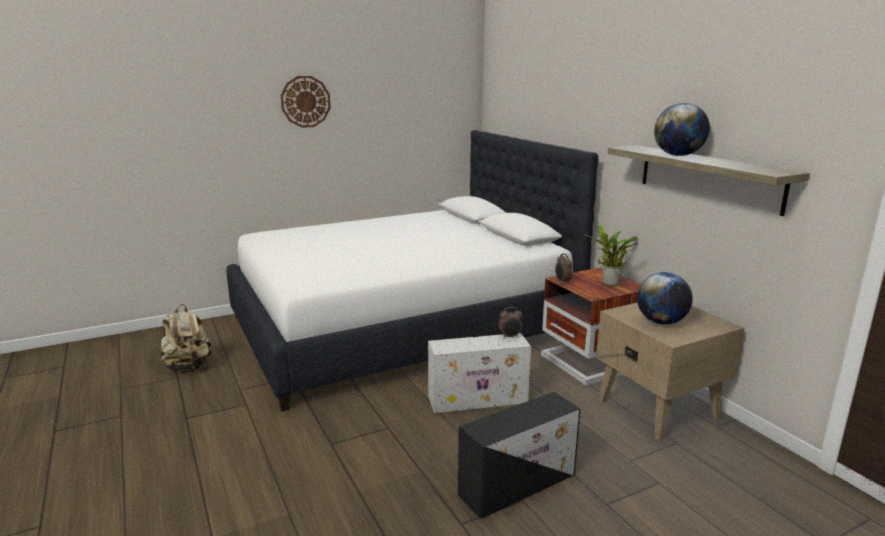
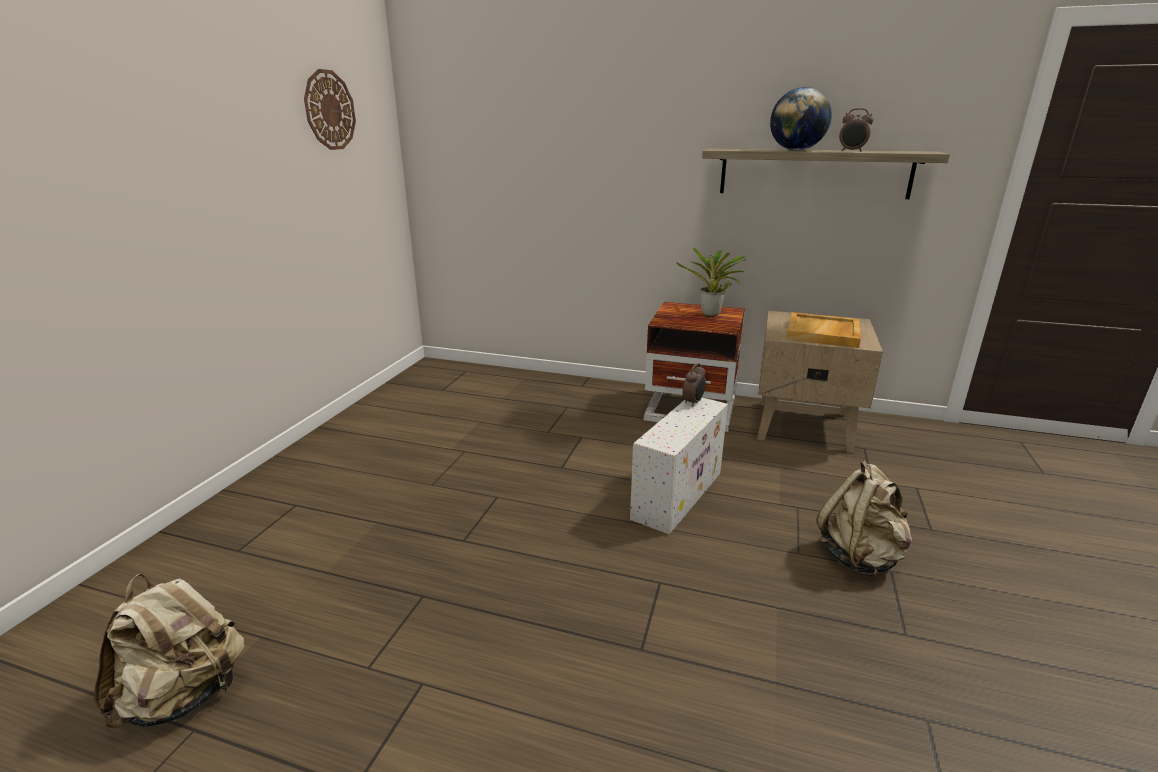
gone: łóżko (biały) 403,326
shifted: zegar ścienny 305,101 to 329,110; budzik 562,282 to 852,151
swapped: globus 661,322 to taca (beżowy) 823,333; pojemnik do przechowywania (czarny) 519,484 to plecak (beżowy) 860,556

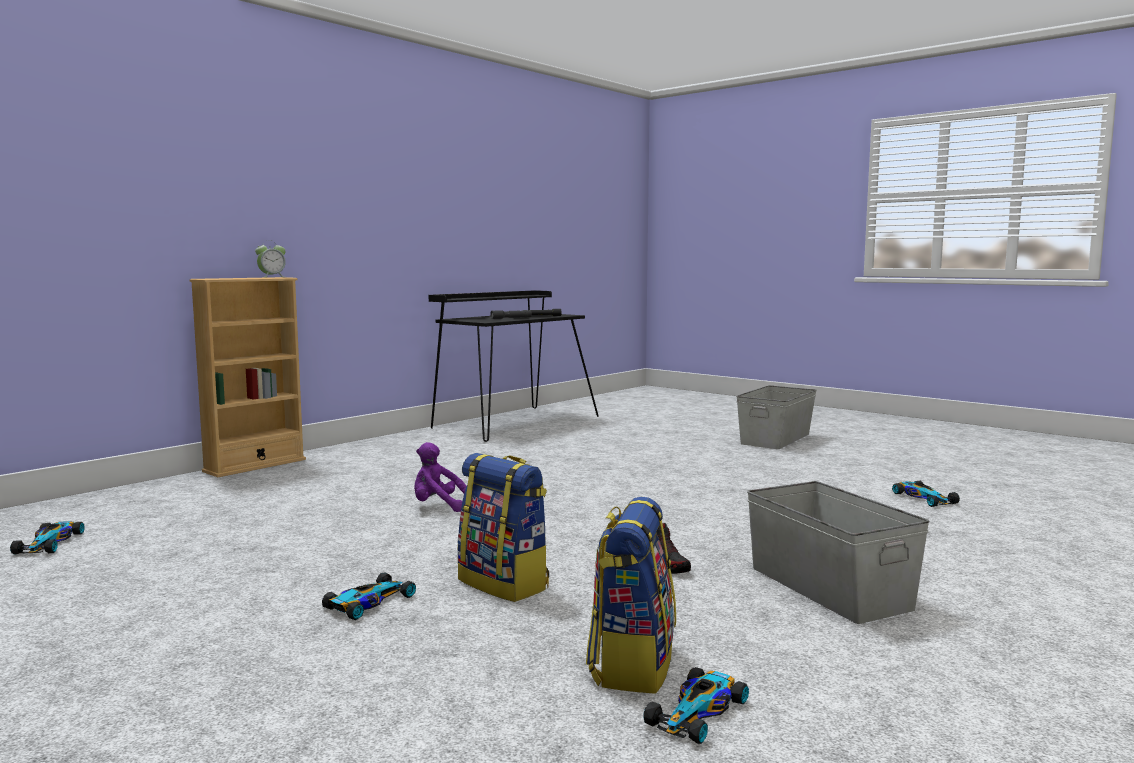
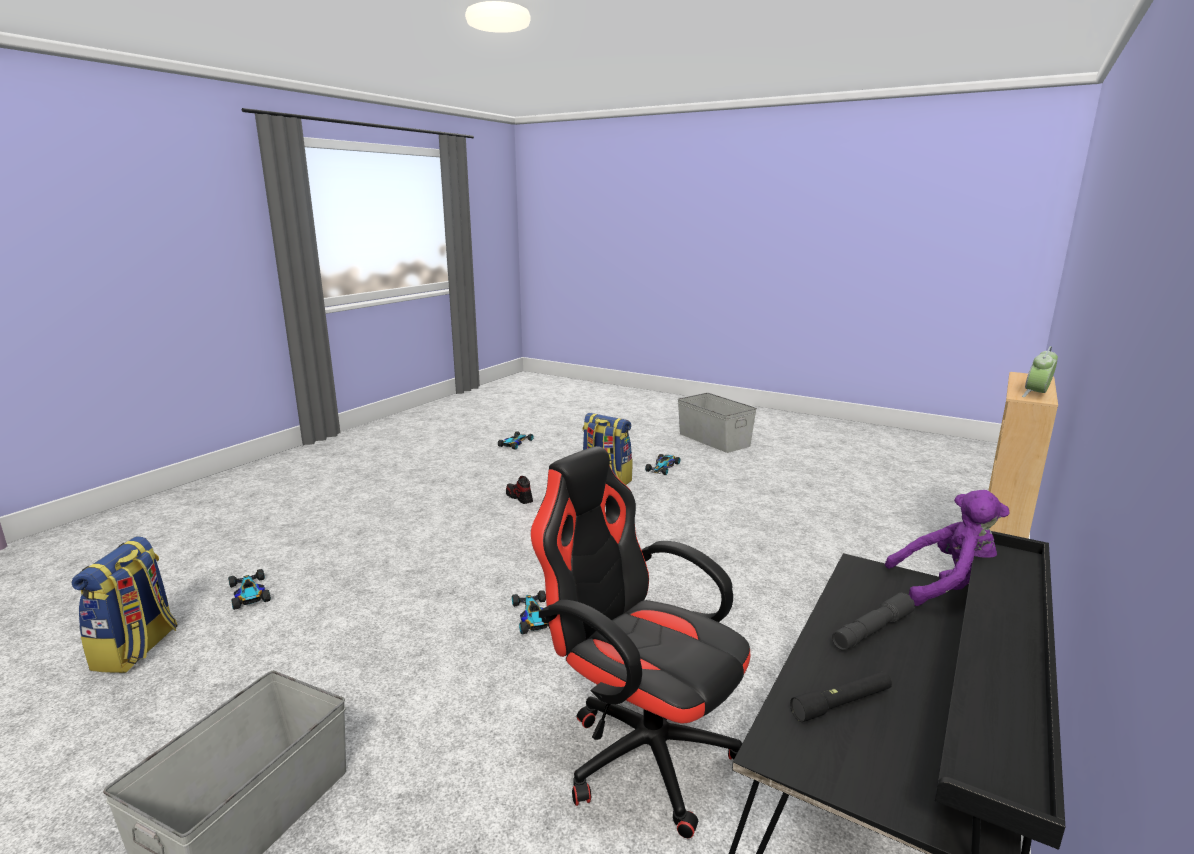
new: krzesło biurowe (czarny) 639,750
shifted: plecak 631,664 to 137,650; samochodzik 50,543 to 533,617; pojemnik do przechowywania (szary) 828,588 to 714,439; pluszak (fioletowy) 439,506 to 946,587

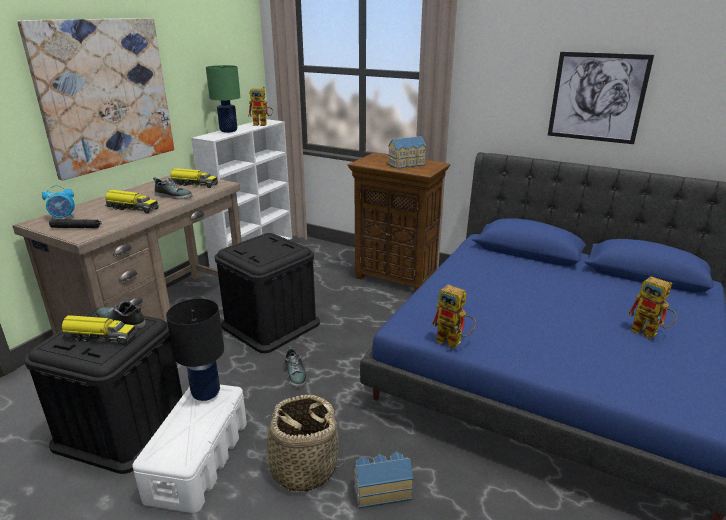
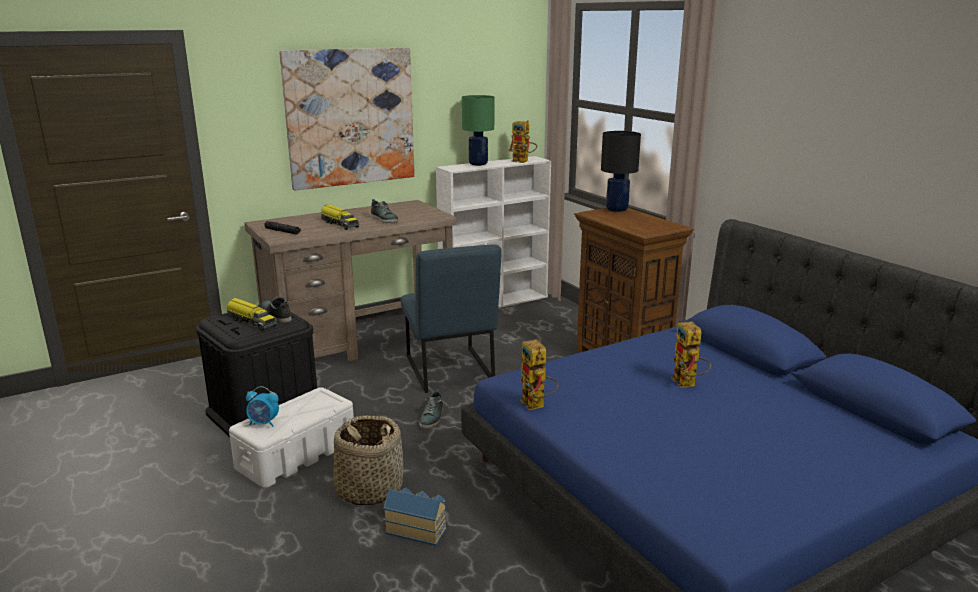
gone: ciężarówka zabawkowa 194,184; domek 407,164; obraz 597,97
shifted: budzik 63,218 to 264,423; lampa stołowa (czarny) 205,394 to 616,210; robot zabawkowy 649,333 to 688,384
swapped: pojemnik do przechowywania (czarny) 270,324 to krzesło (niebieski) 449,370

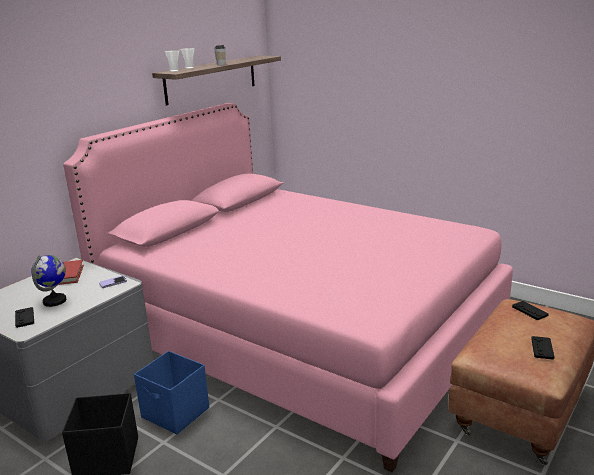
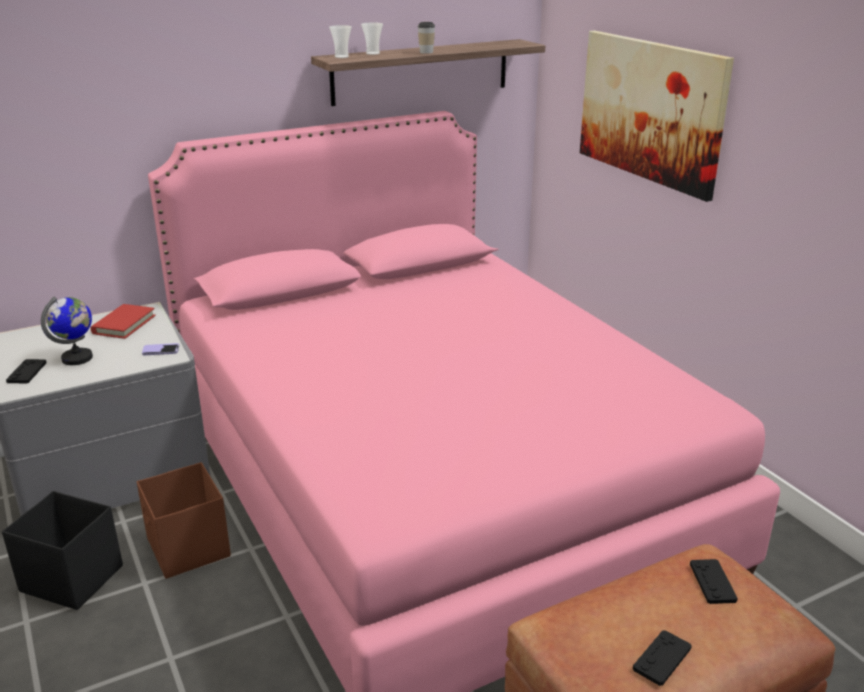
new: obraz 650,110
repainted: pojemnik do przechowywania (niebieski) 176,413 to pojemnik do przechowywania (brązowy) 188,549

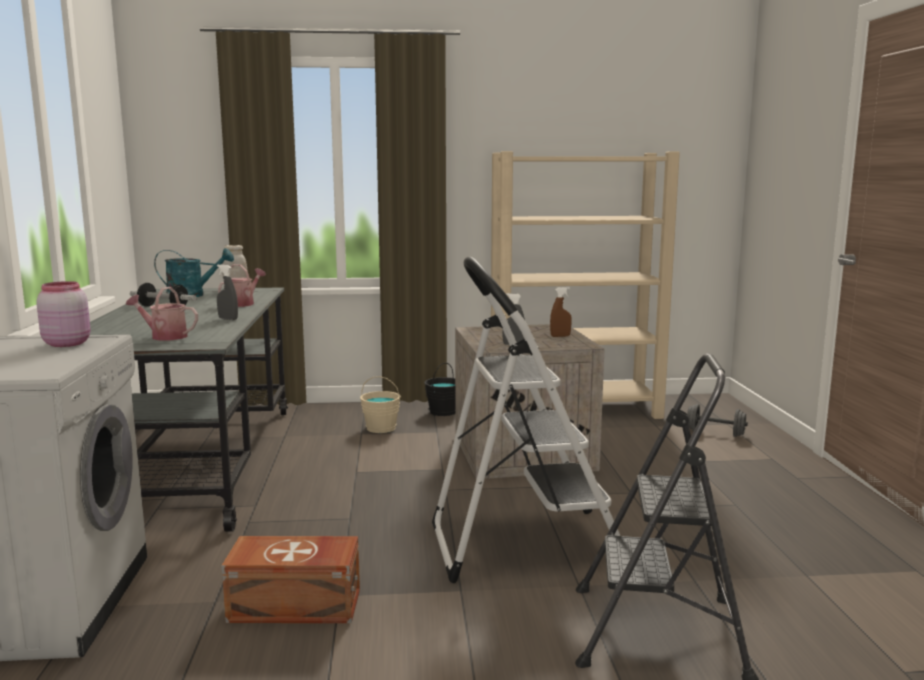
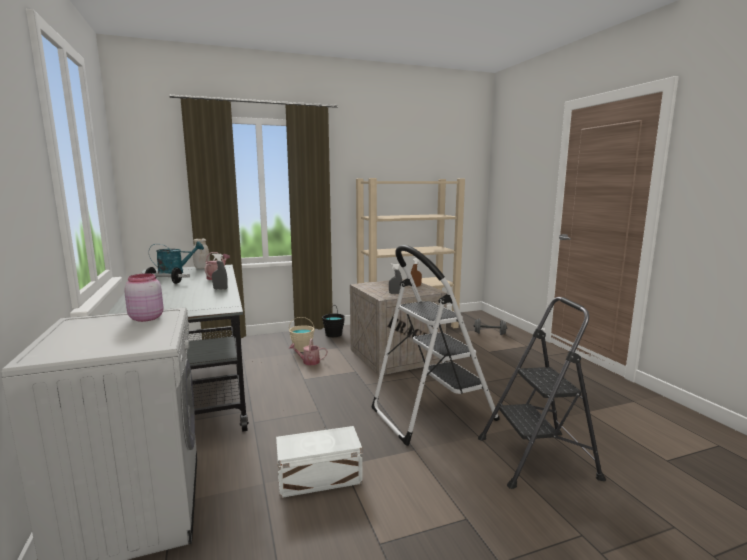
shifted: konewka 165,336 to 308,362
repainted: pojemnik do przechowywania (brązowy) 296,606 to pojemnik do przechowywania (biały) 320,478

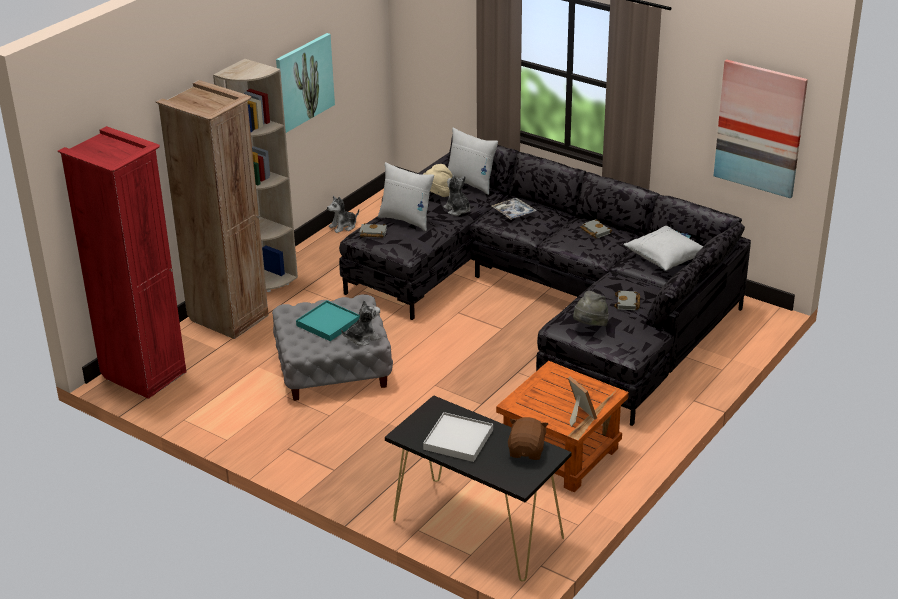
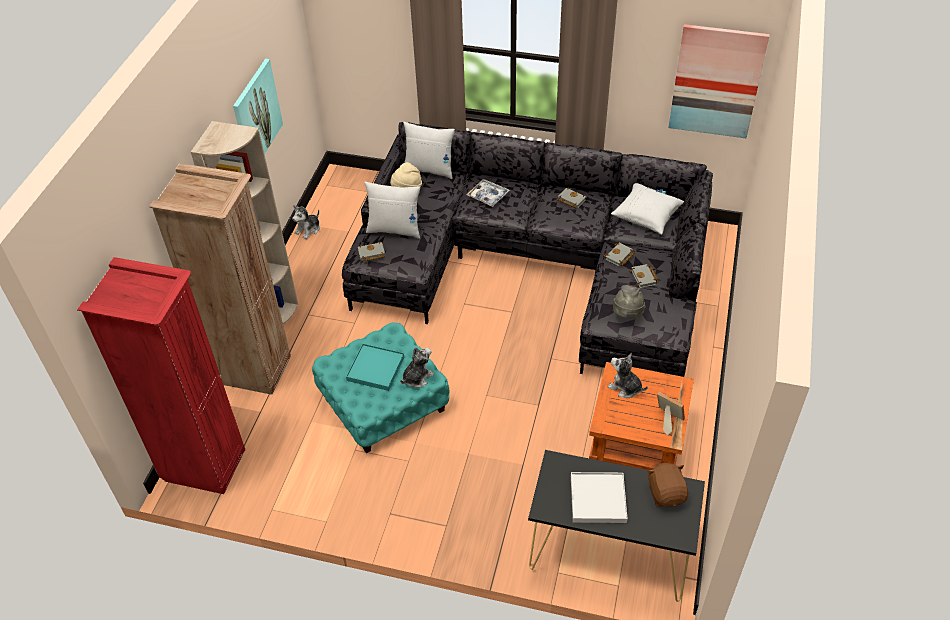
new: książka (szary) 619,257
shifted: pluszak 457,210 to 625,387
repainted: pufa (szary) 333,367 to pufa (turkusowy) 383,401

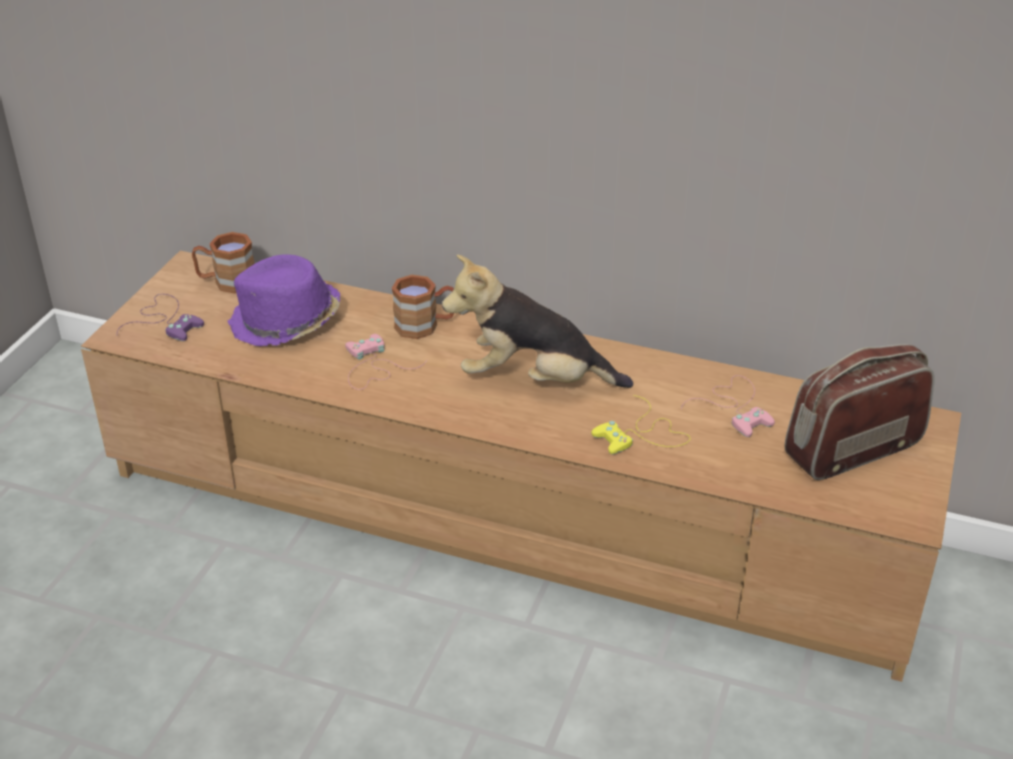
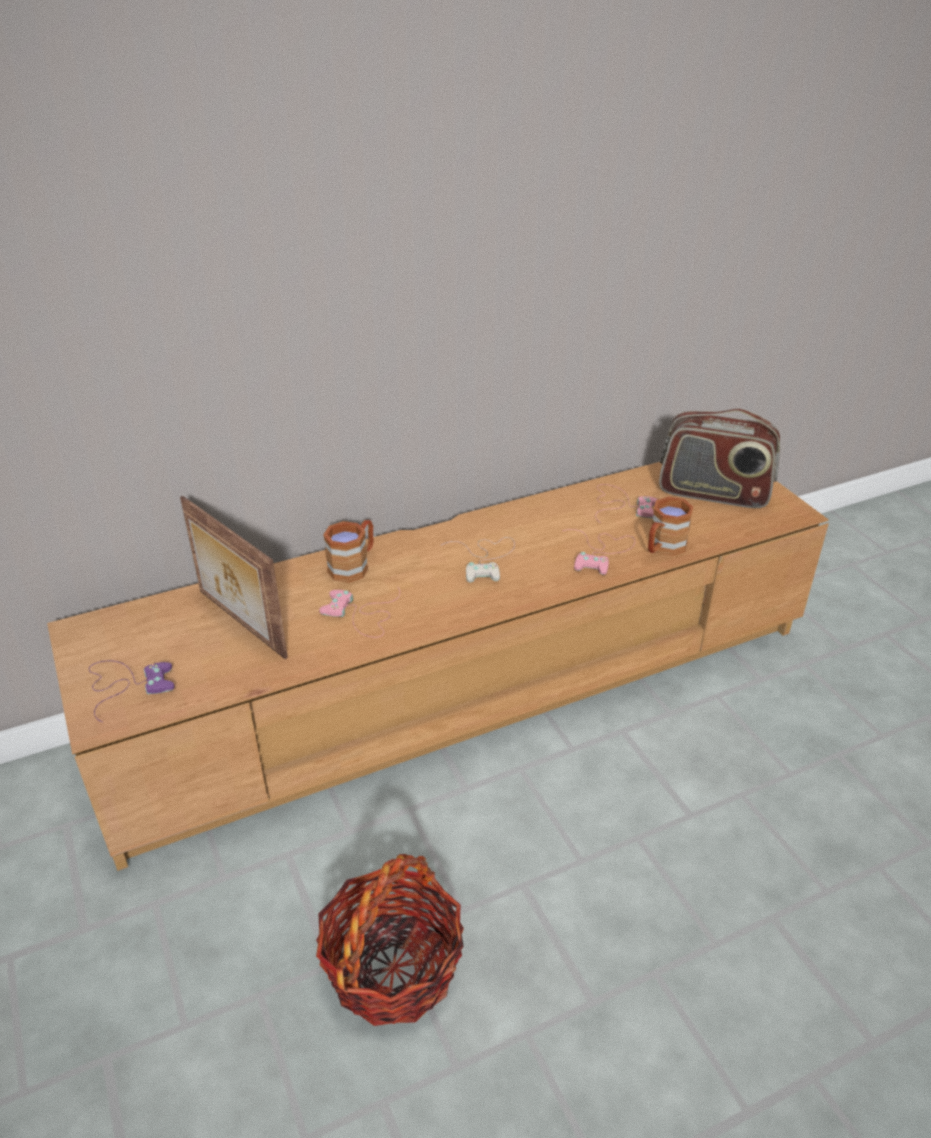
new: koszyk 393,966
shifted: kubek (brązowy) 226,282 to 663,548
swapped: kapelusz (fioletowy) 285,322 to ramka na zdjęcie 239,624; pluszak 533,380 to pad do gier (biały) 485,559
repainted: pad do gier (żółty) 642,434 to pad do gier (różowy) 601,552
rotated: radio 852,449 = 713,493 90 degrees counterclockwise

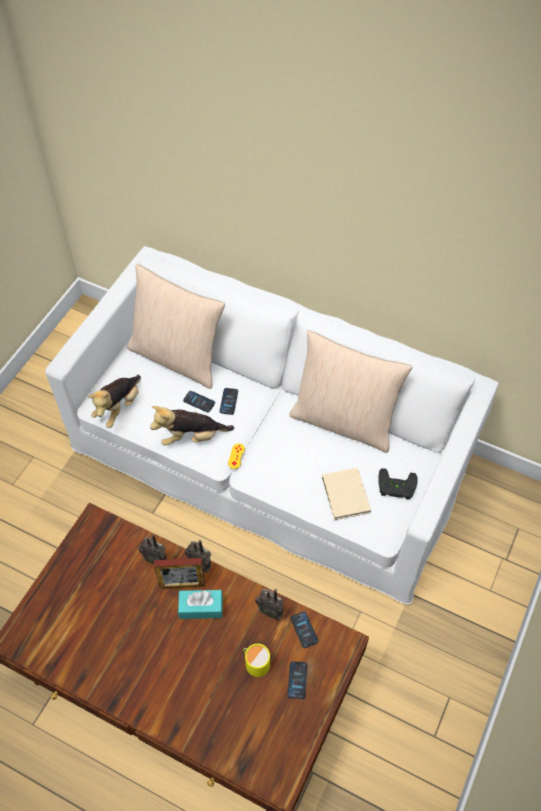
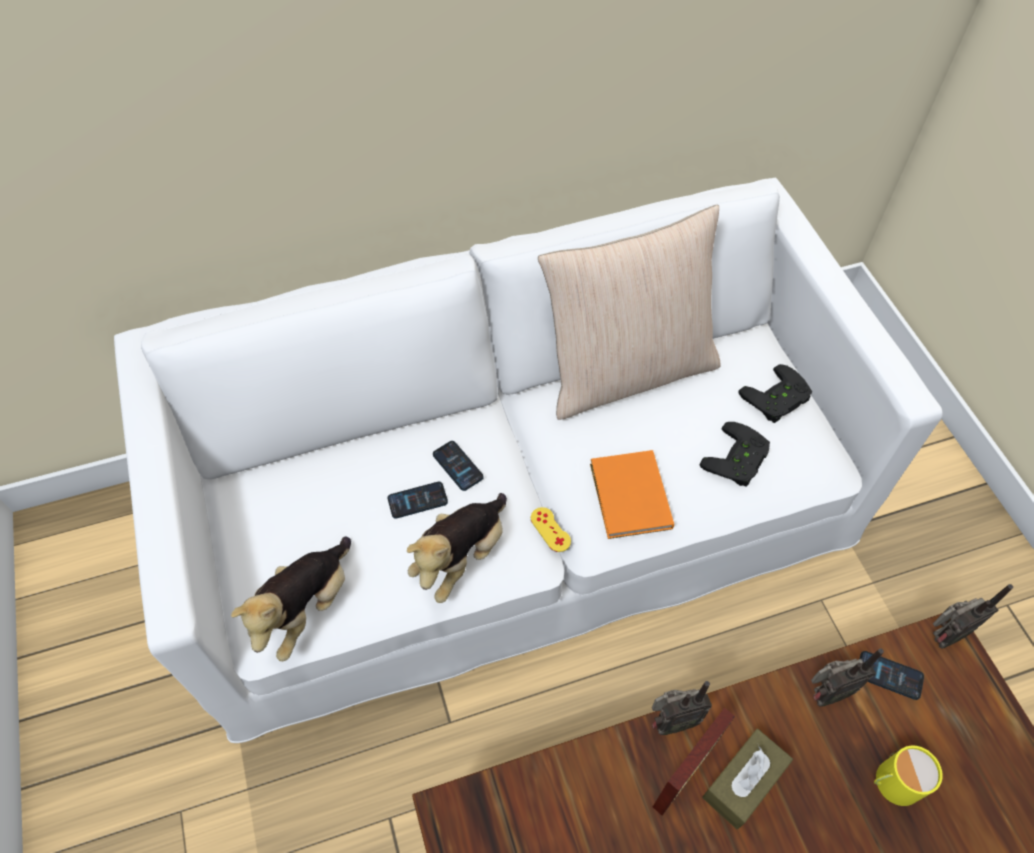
gone: poduszka (beżowy) 178,357; telefon 297,680
new: książka (pomarańczowy) 629,498
shifted: radio 156,559 to 942,635
swapped: książka (beżowy) 345,496 to pad do gier (czarny) 739,460
repainted: pudełko chusteczek (turkusowy) 201,607 to pudełko chusteczek (brązowy) 743,782
rotated: pluszak 119,407 = 306,608 45 degrees clockwise

